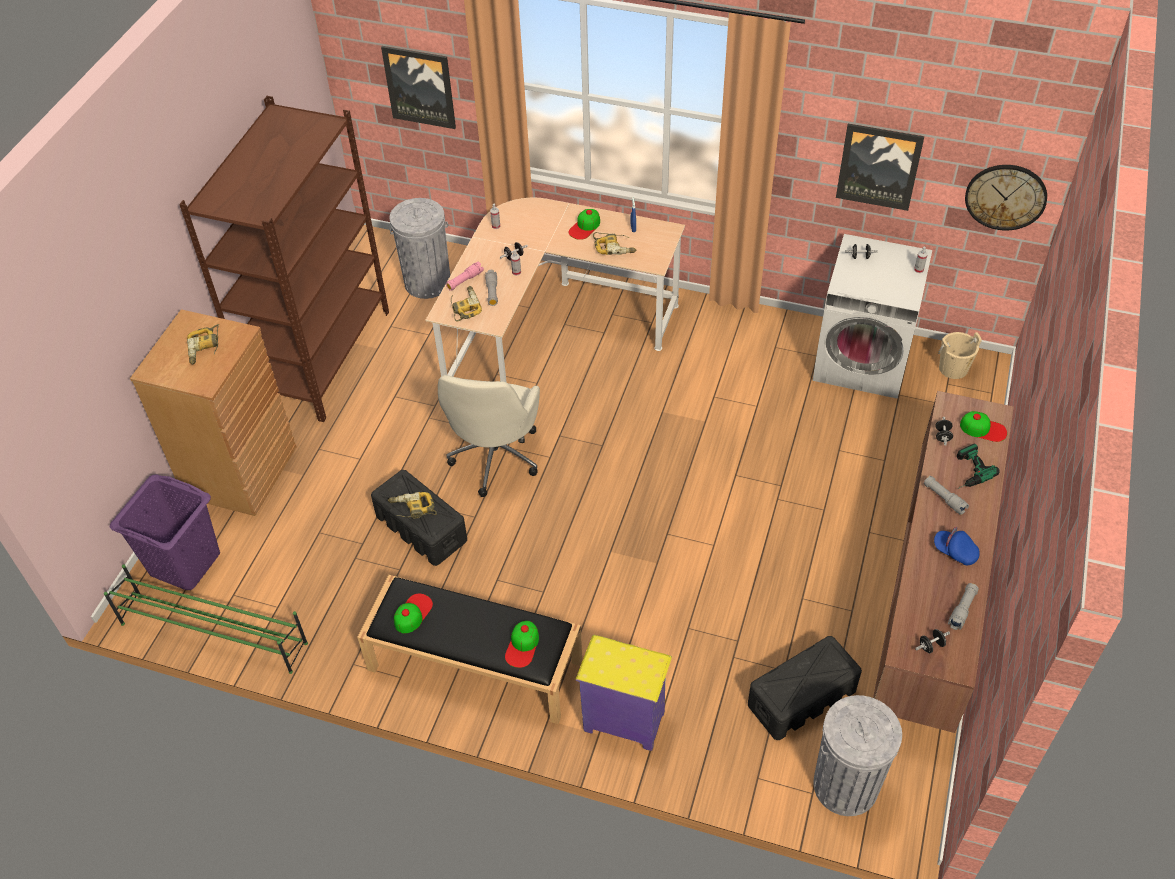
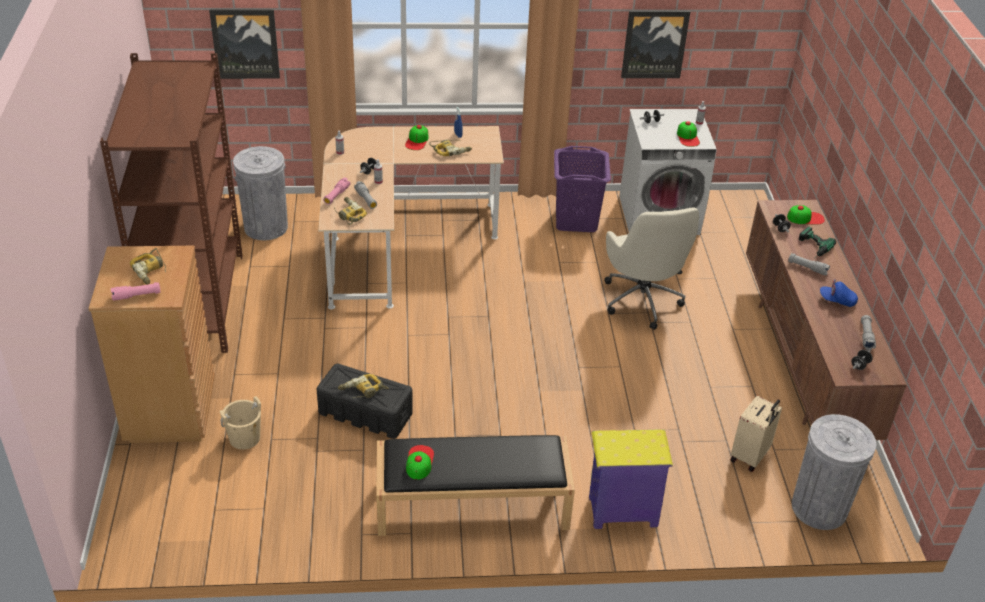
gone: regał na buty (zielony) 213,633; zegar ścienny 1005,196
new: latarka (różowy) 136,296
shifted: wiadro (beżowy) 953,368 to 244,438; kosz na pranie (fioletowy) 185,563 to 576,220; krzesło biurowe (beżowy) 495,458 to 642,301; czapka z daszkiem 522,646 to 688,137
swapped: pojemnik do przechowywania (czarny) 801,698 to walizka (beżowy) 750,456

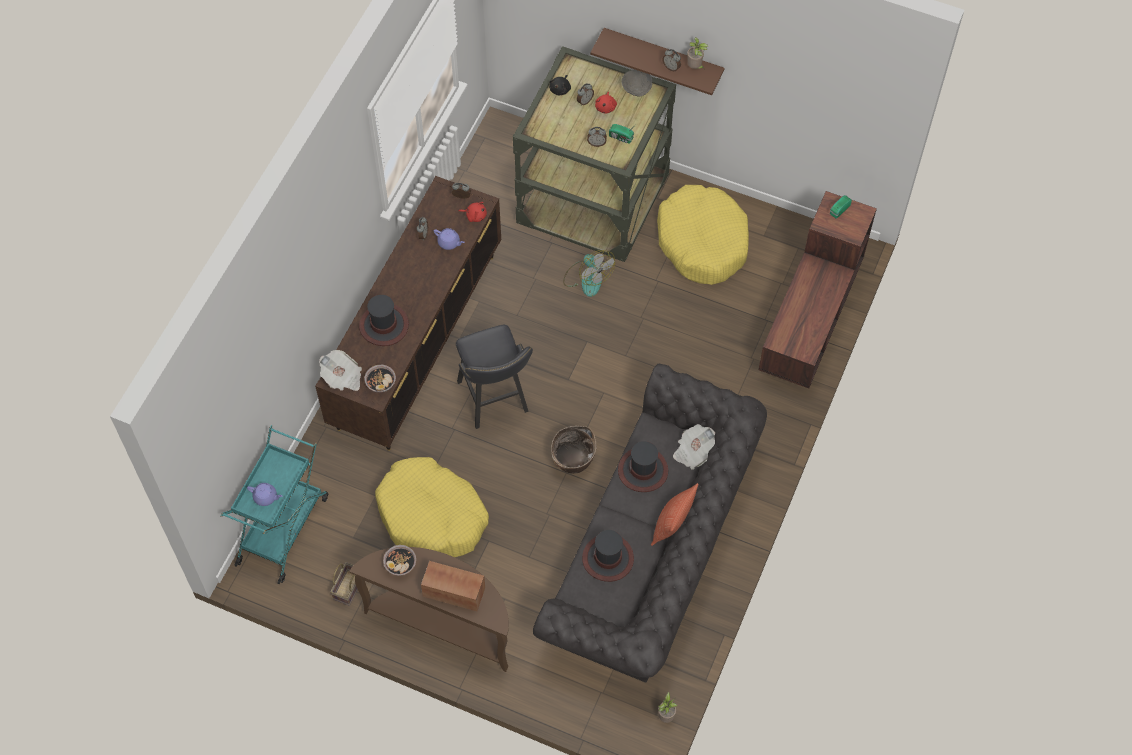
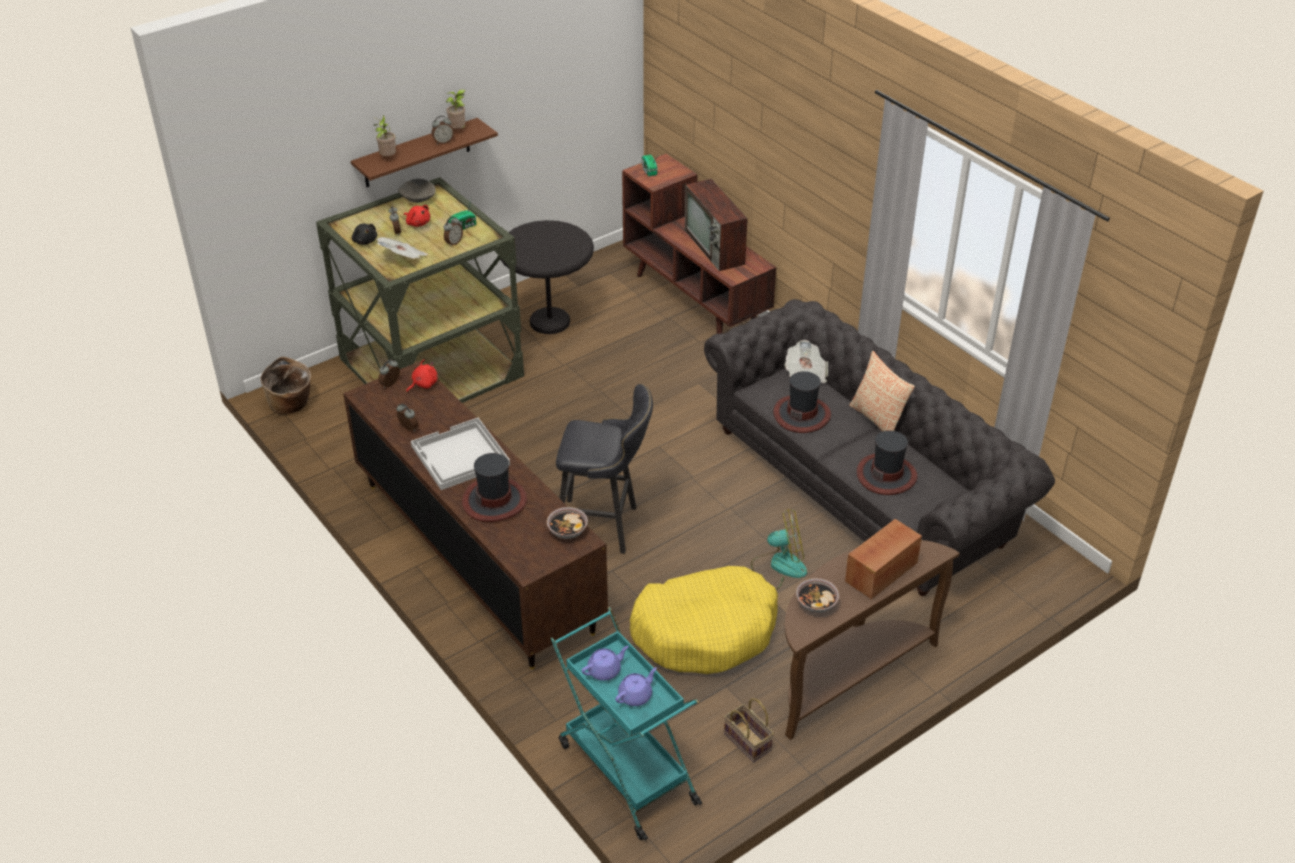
new: taca (biały) 460,456; telewizor 715,248
shifted: koszyk 573,462 to 291,405; roślina doniczkowa 666,716 to 387,158; gazeta 342,377 to 403,259; imbryk (fioletowy) 449,243 to 605,670; wentylator 587,278 to 779,566
swapped: legowisko (żółty) 702,242 to stolik (czarny) 550,322
repainted: poduszka (pomarańczowy) 672,526 to poduszka (beżowy) 877,420

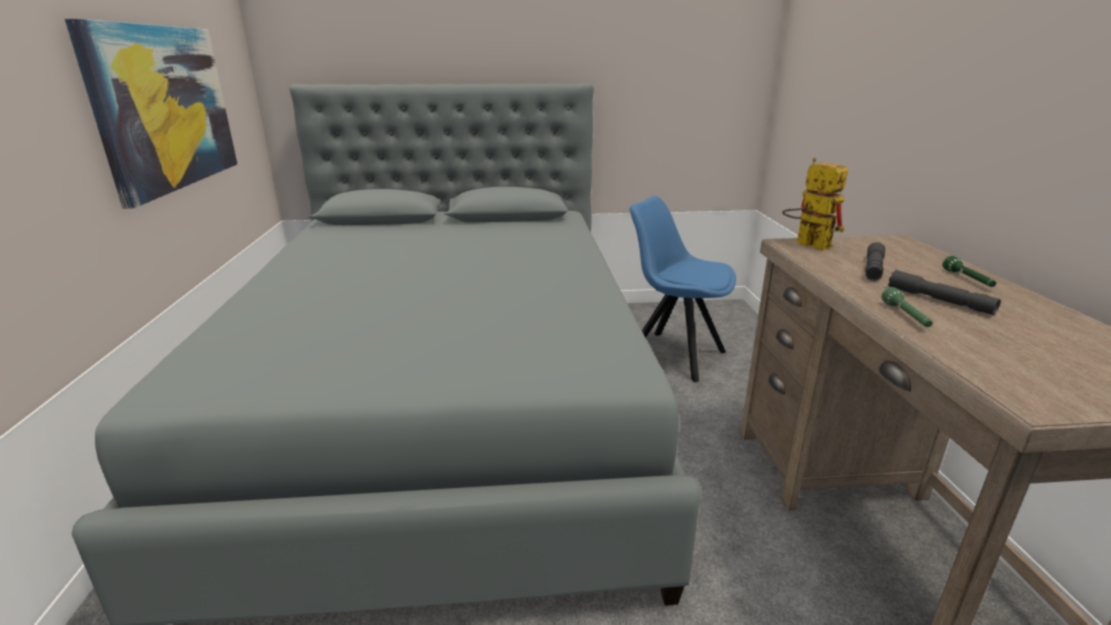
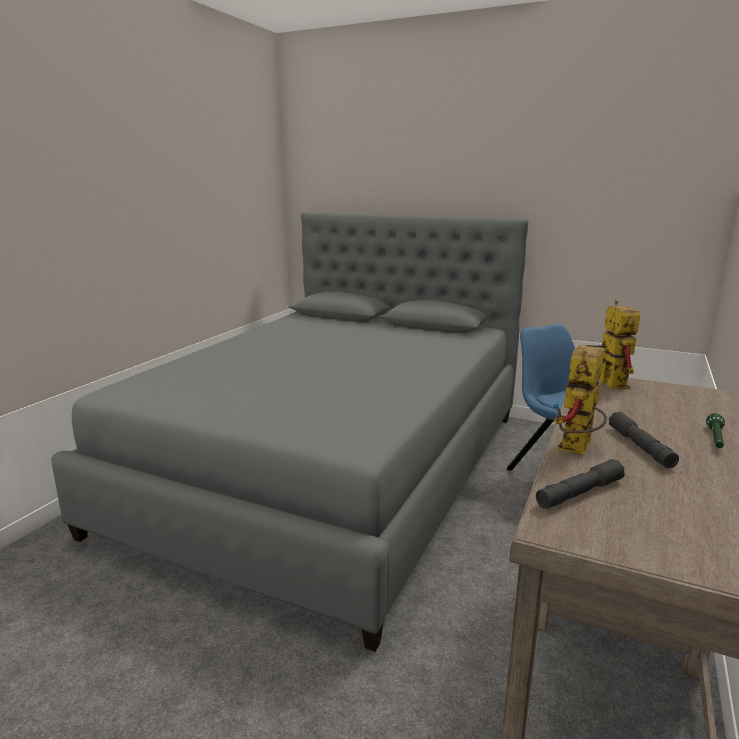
gone: obraz 165,108
shifted: latarka (szary) 873,269 to 579,493
swapped: latarka (zielony) 906,317 to robot zabawkowy 577,450

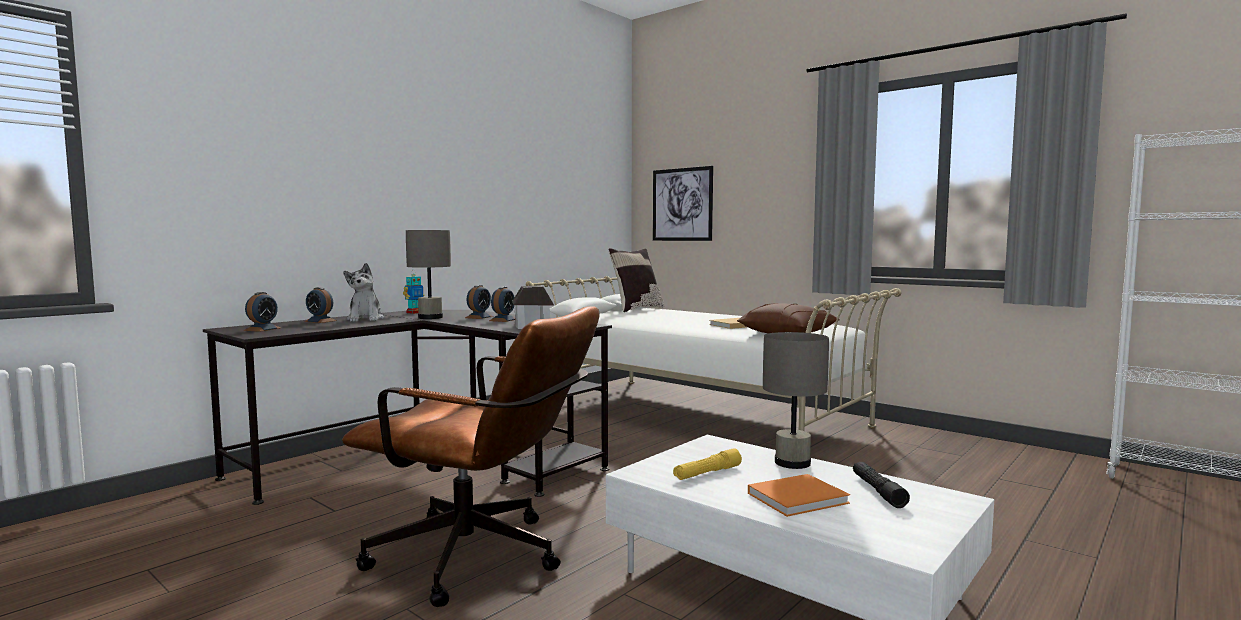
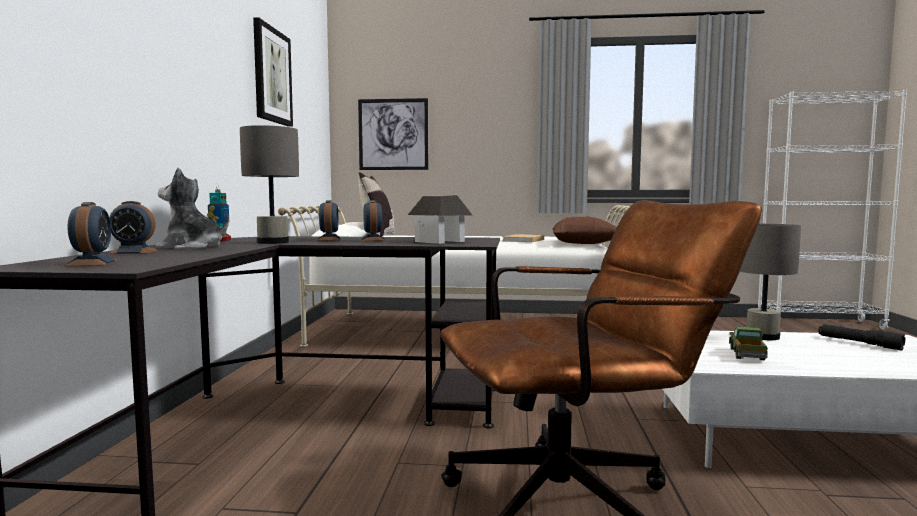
gone: książka (pomarańczowy) 800,498
new: obraz 271,76
swapped: latarka (żółty) 707,473 to ciężarówka zabawkowa 747,354
rotated: pluszak 365,319 = 192,247 150 degrees clockwise

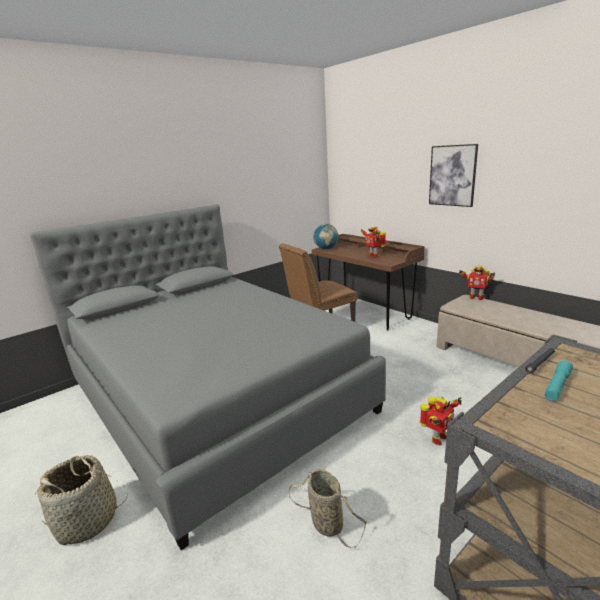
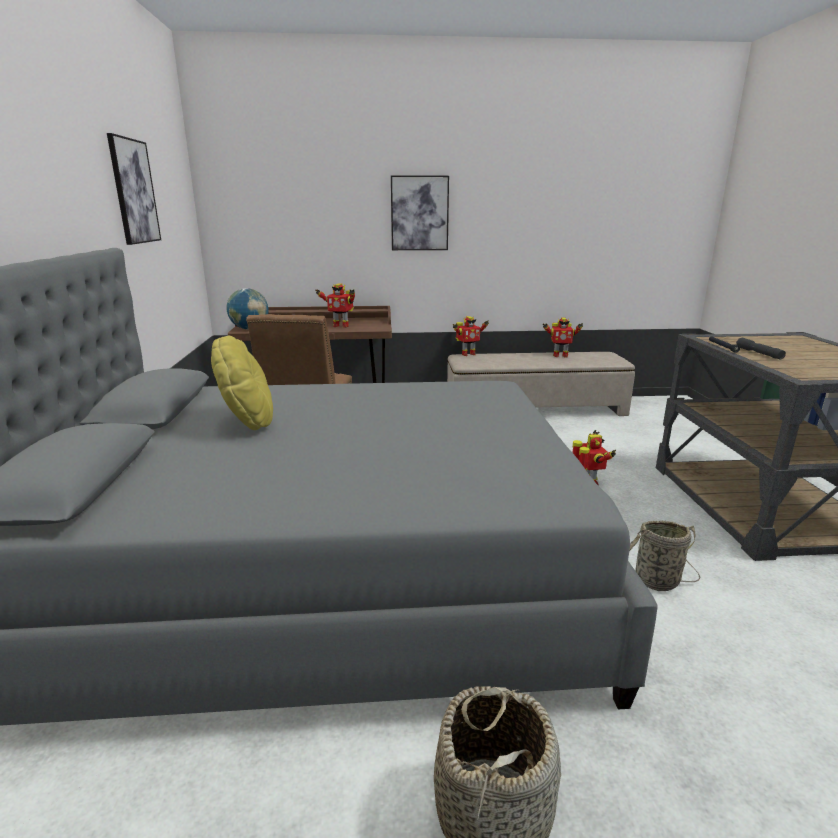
new: obraz 134,191; poduszka (żółty) 248,424; robot zabawkowy 559,356
repainted: latarka (turkusowy) 557,385 to latarka (szary) 759,353

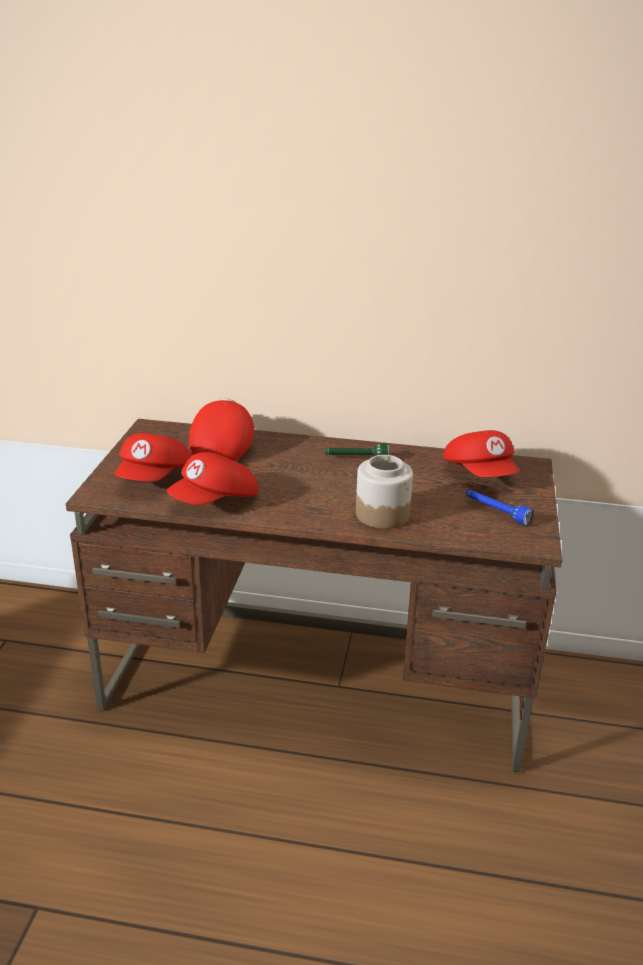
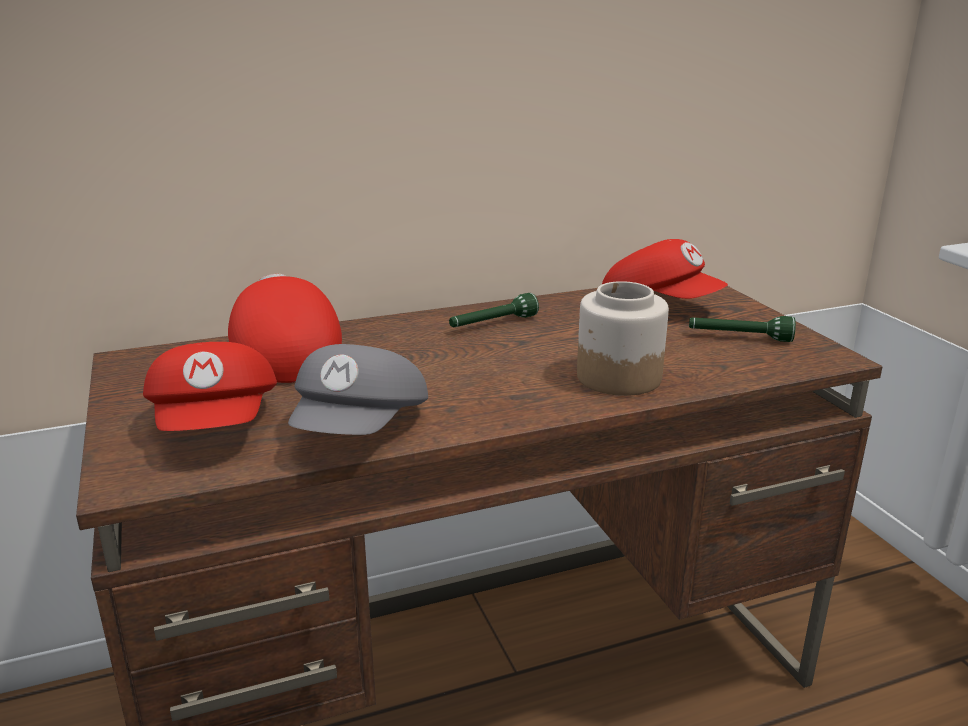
repainted: czapka z daszkiem (czerwony) 215,501 to czapka z daszkiem (szary) 361,429; latarka (niebieski) 496,512 to latarka (zielony) 739,337

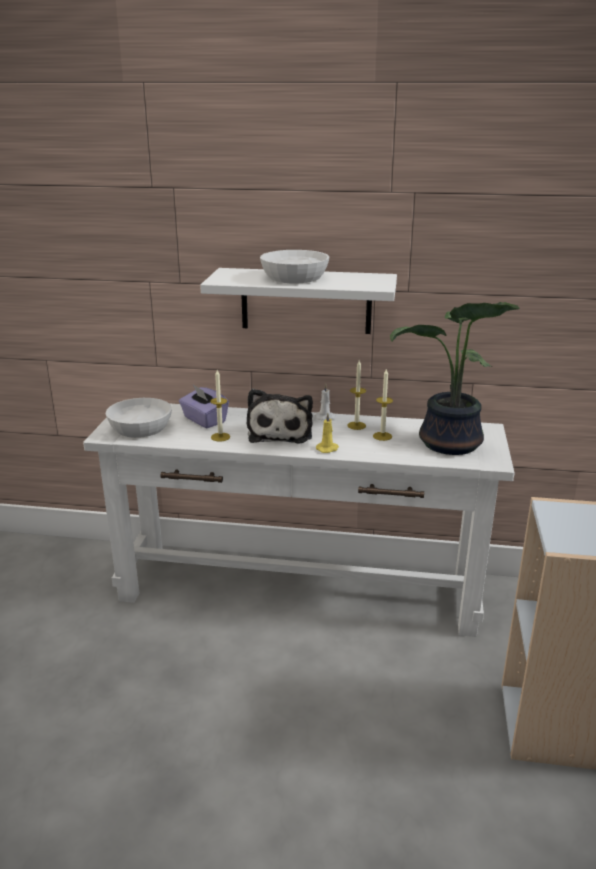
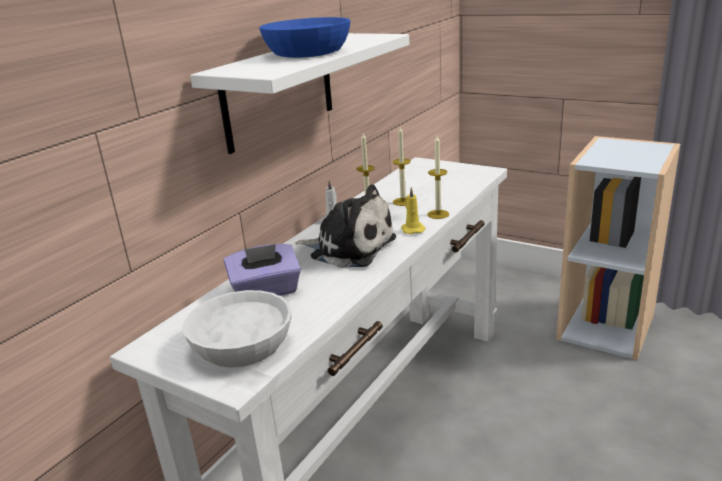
gone: roślina doniczkowa 449,445
shifted: świeca 220,437 to 438,214
repainted: miska (biały) 294,278 to miska (niebieski) 306,53

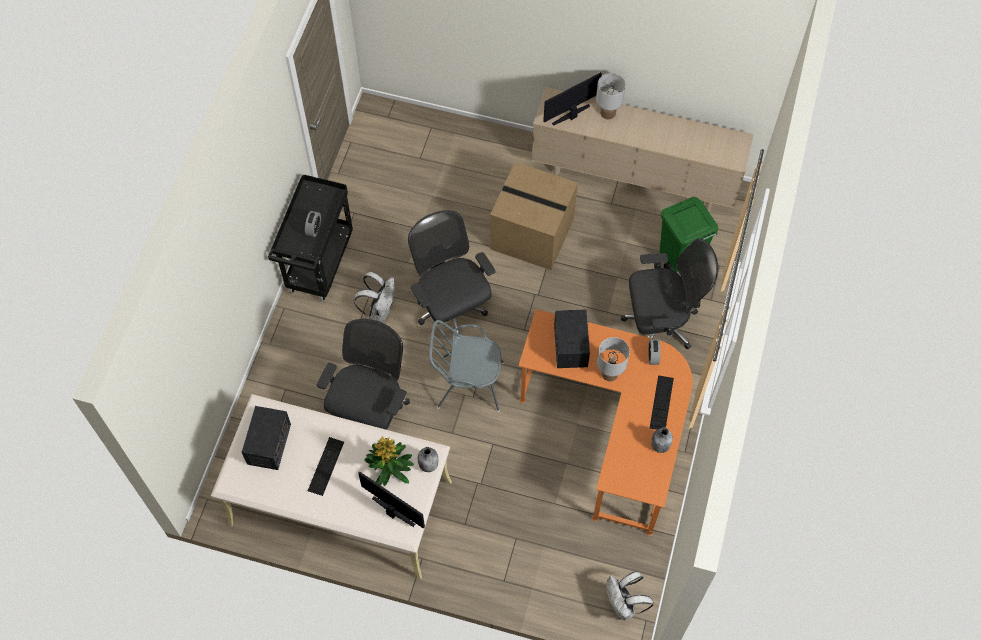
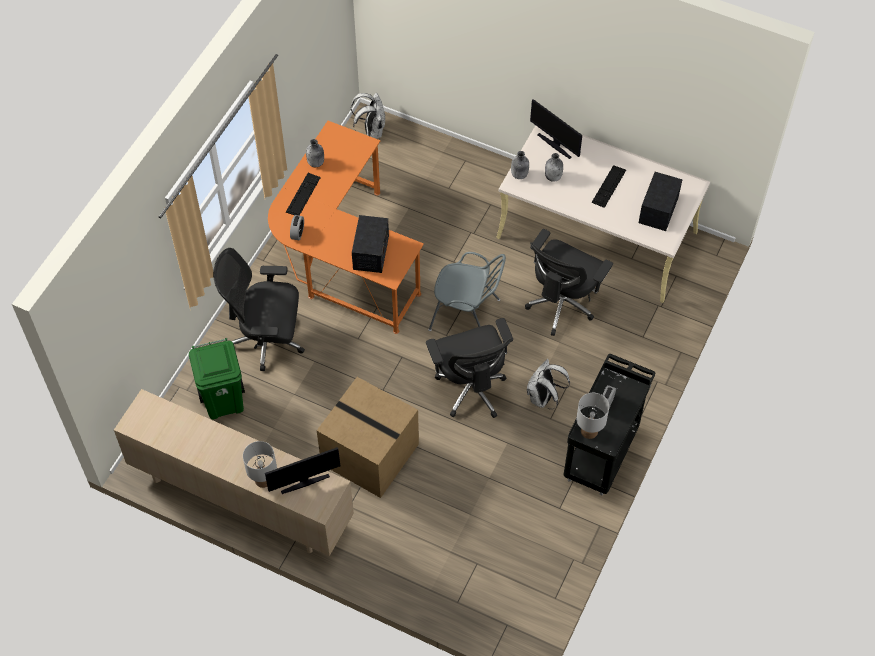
shifted: lampa stołowa (szary) 609,373 to 589,431
swapped: roślina doniczkowa 389,468 to butelka (szary) 553,177

